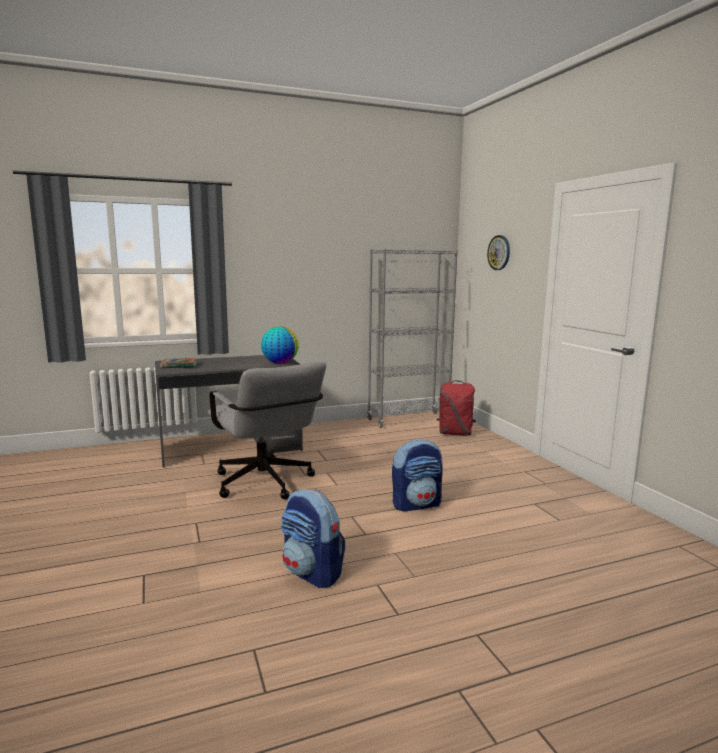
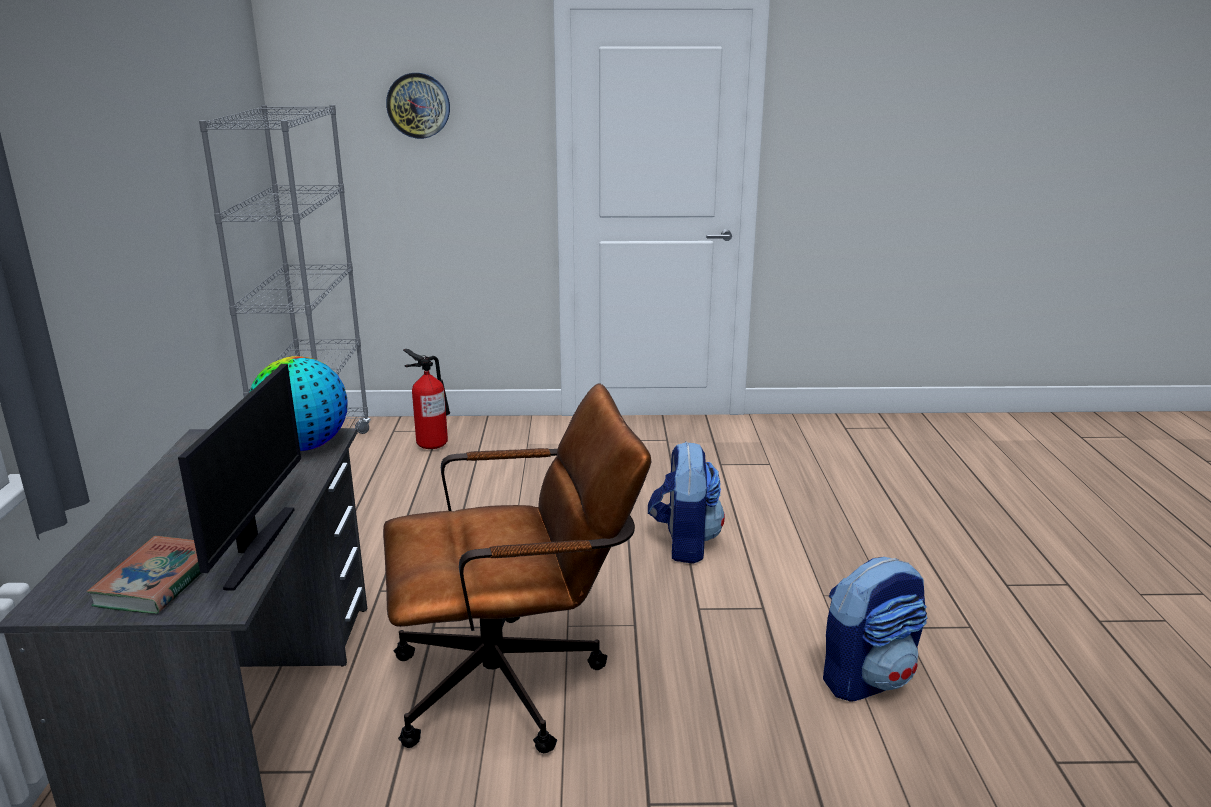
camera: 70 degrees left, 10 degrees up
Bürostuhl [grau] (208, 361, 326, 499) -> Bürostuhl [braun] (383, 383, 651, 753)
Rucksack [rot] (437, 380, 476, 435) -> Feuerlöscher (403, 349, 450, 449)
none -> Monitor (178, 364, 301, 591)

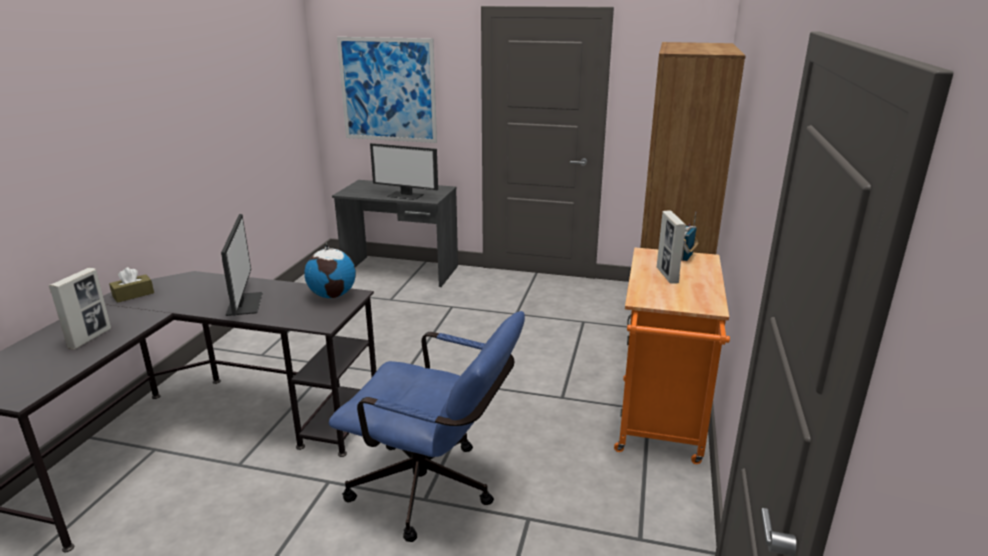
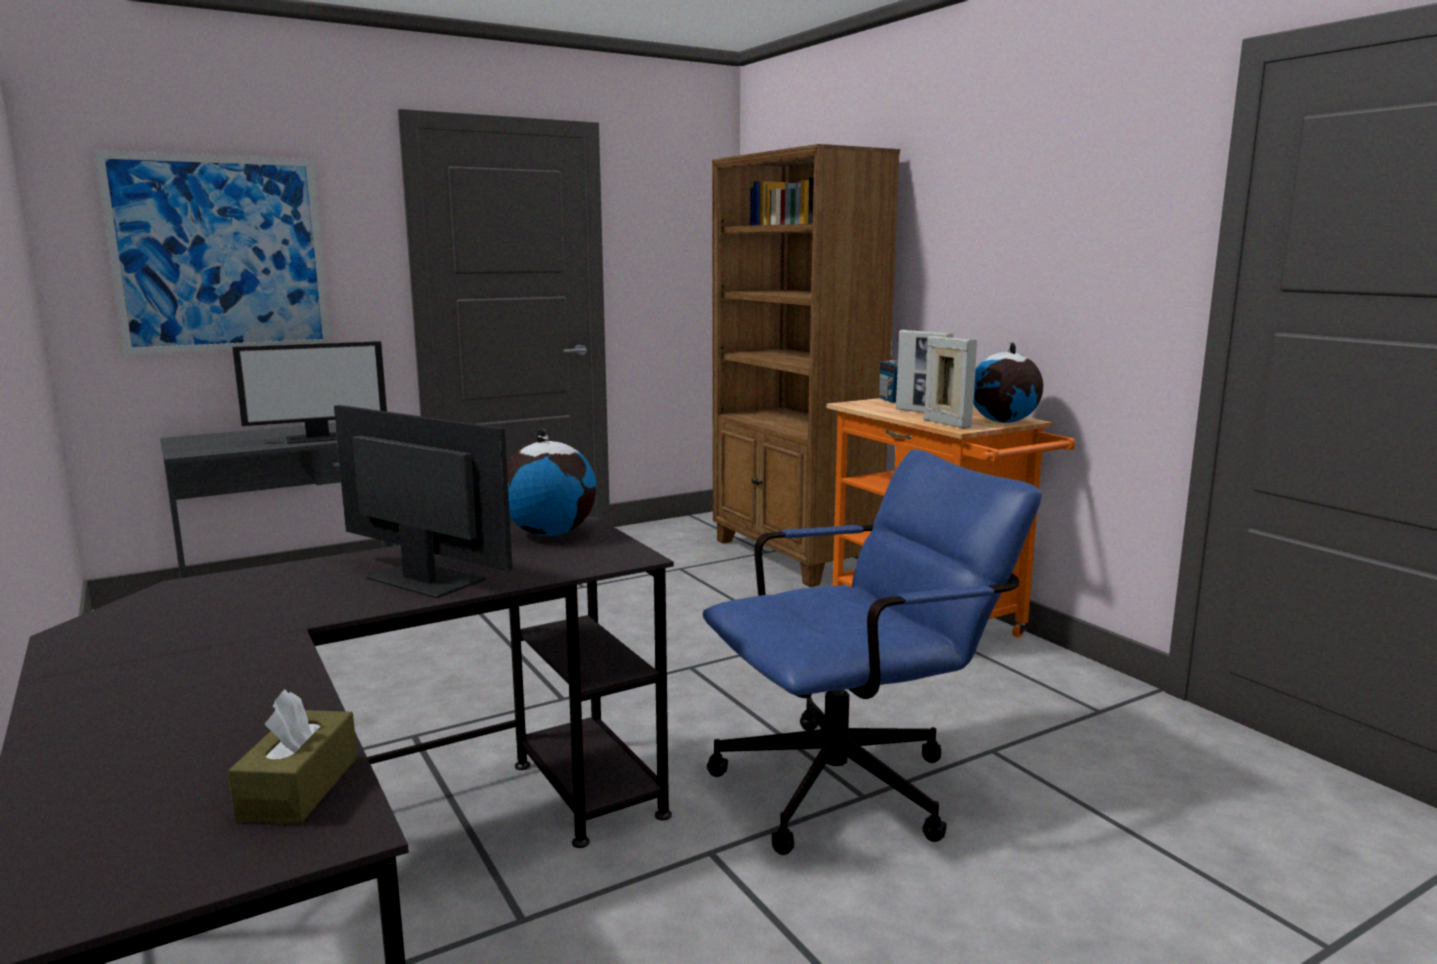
camera: 45 degrees left, 10 degrees down
Taschentuchbox [braun] (109, 267, 154, 303) -> Taschentuchbox [braun] (228, 689, 357, 824), move
Bilderrahmen (49, 268, 111, 349) -> Bilderrahmen (924, 336, 977, 429), move
none -> Globus (973, 342, 1043, 423)

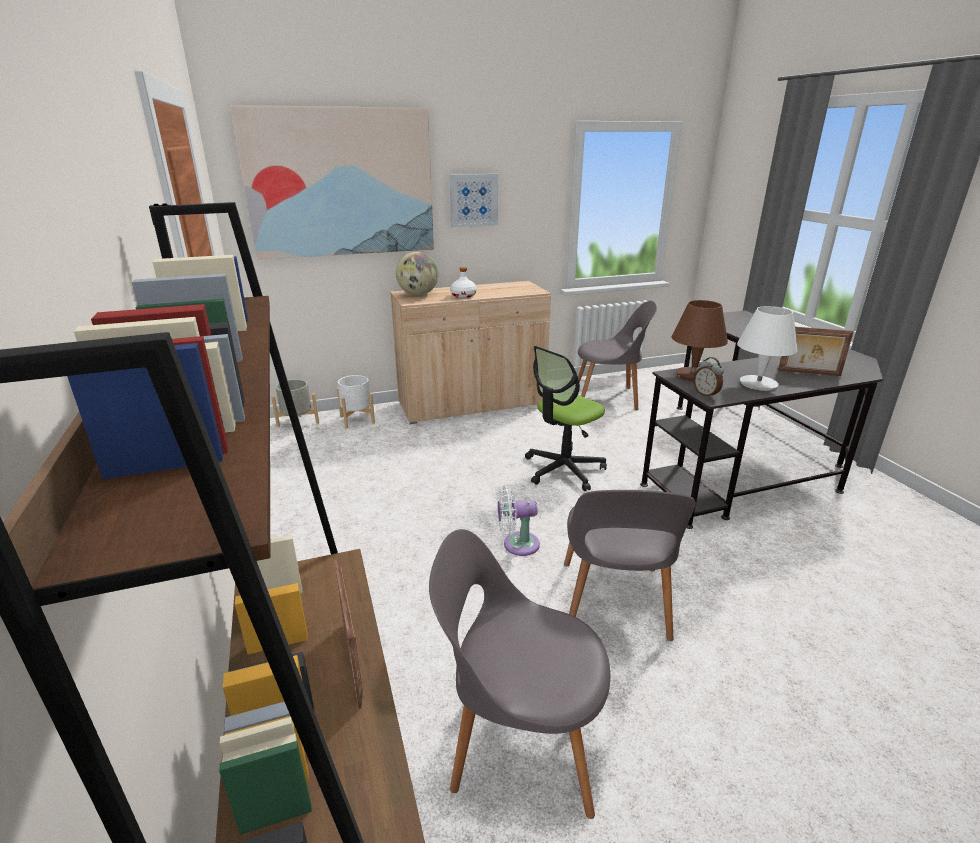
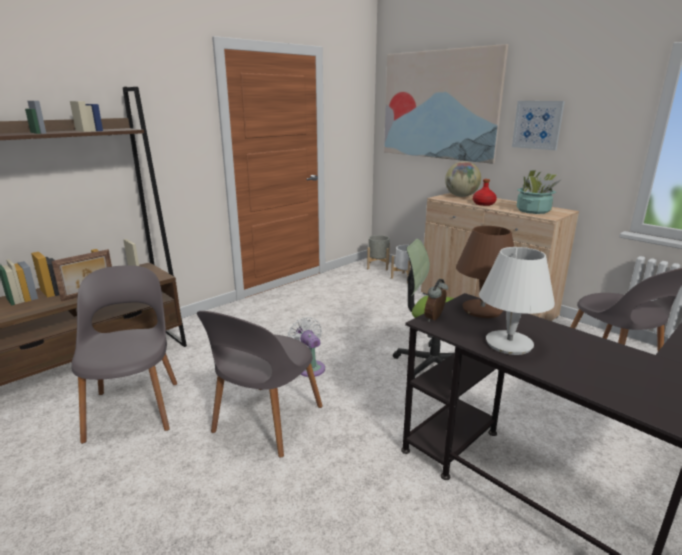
camera: 65 degrees right, 5 degrees down
Flasche [weiß] (450, 267, 477, 298) -> Flasche [rot] (473, 179, 497, 206)
Bilderrahmen (778, 327, 854, 376) -> none
Stuhl [grau] (564, 490, 696, 641) -> Stuhl [grau] (197, 311, 323, 458), 45 degrees counterclockwise
none -> Topfpflanze (517, 170, 562, 214)

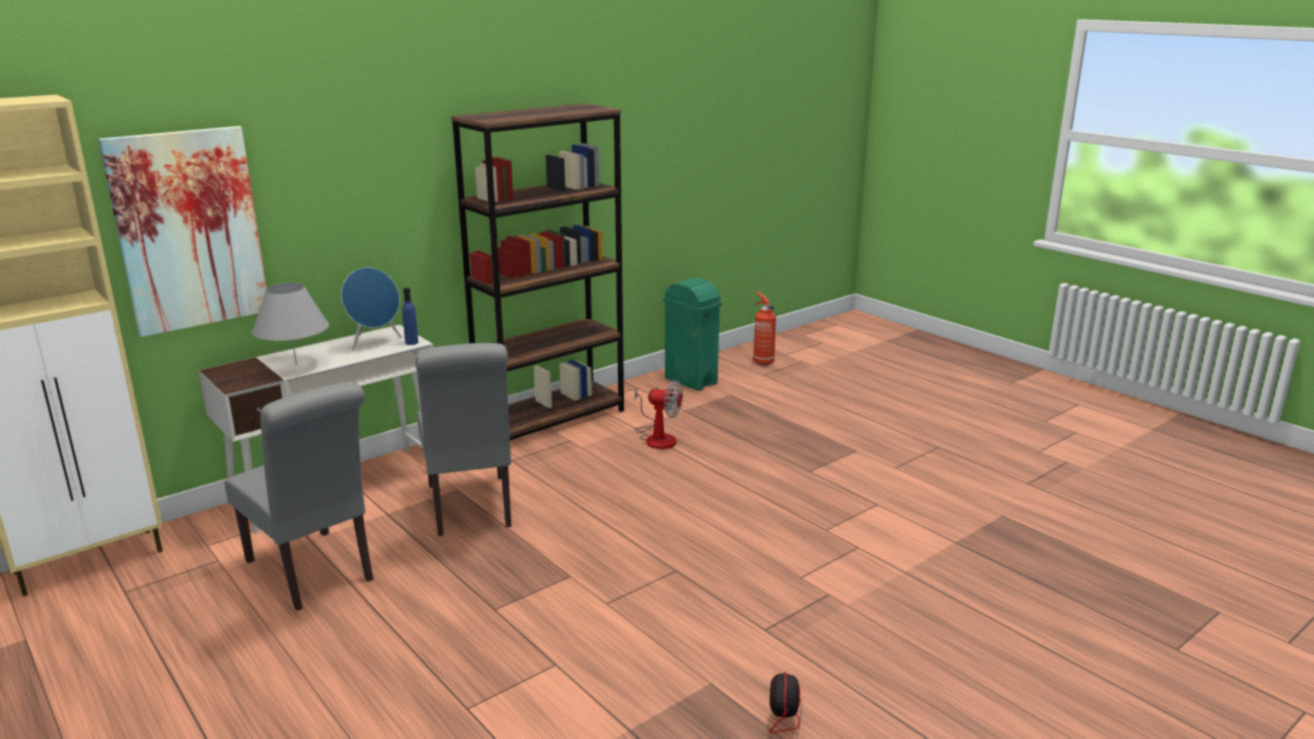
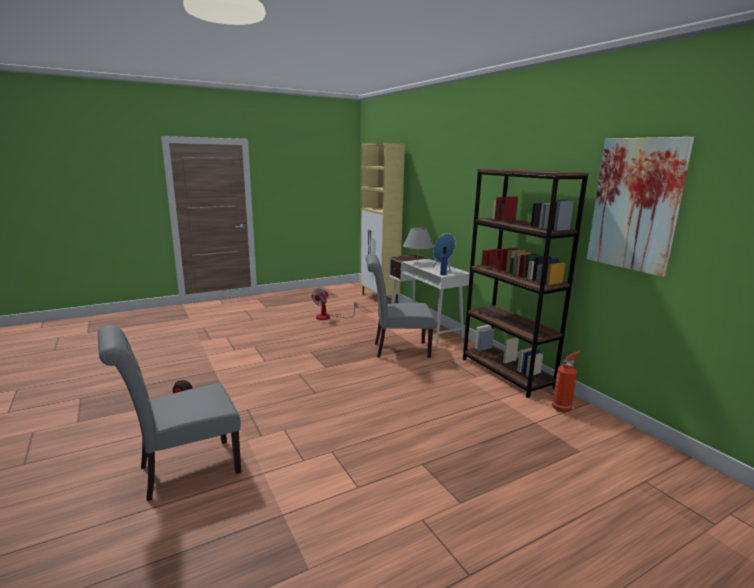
camera: 100 degrees right, 5 degrees down
Bild (98, 126, 267, 337) -> Bild (587, 137, 694, 277), move
Mülleimer [grün] (663, 278, 722, 391) -> none
Feuerlöscher (753, 291, 776, 365) -> Feuerlöscher (552, 351, 581, 412), move
Ventilator (634, 380, 683, 449) -> Ventilator (312, 288, 357, 320), move
Stuhl [grau] (224, 382, 374, 611) -> Stuhl [grau] (98, 325, 241, 501), move

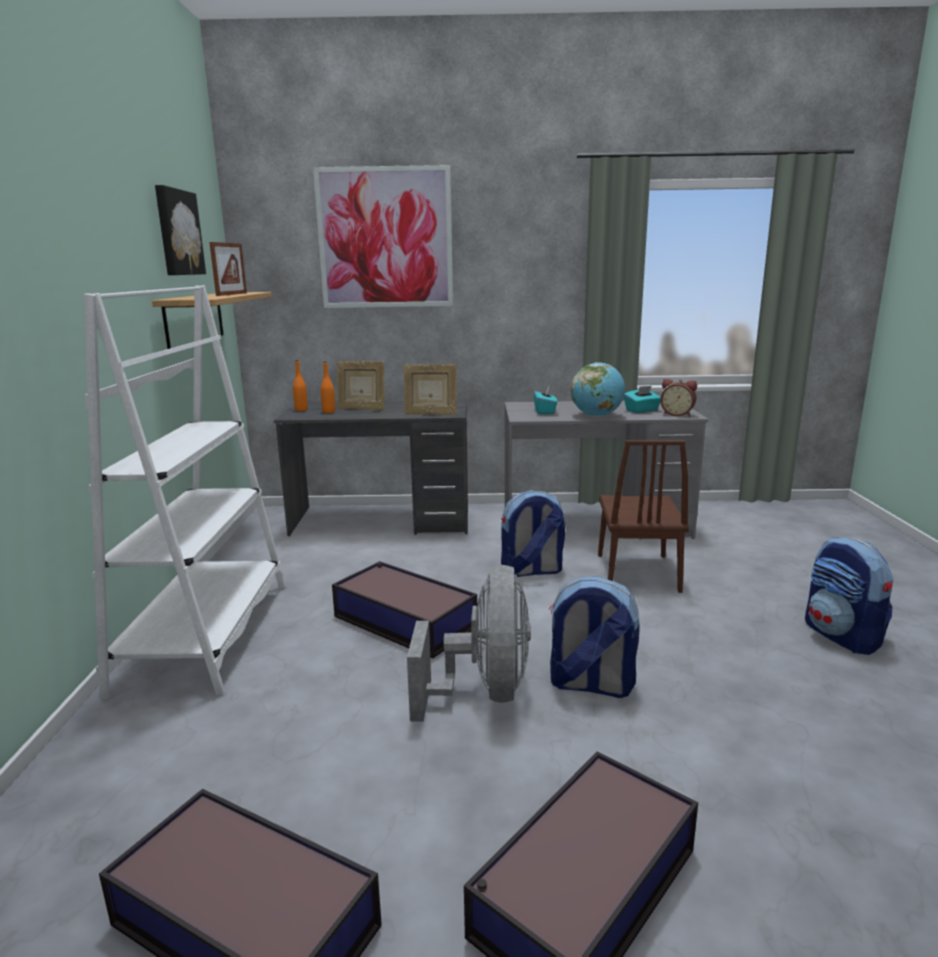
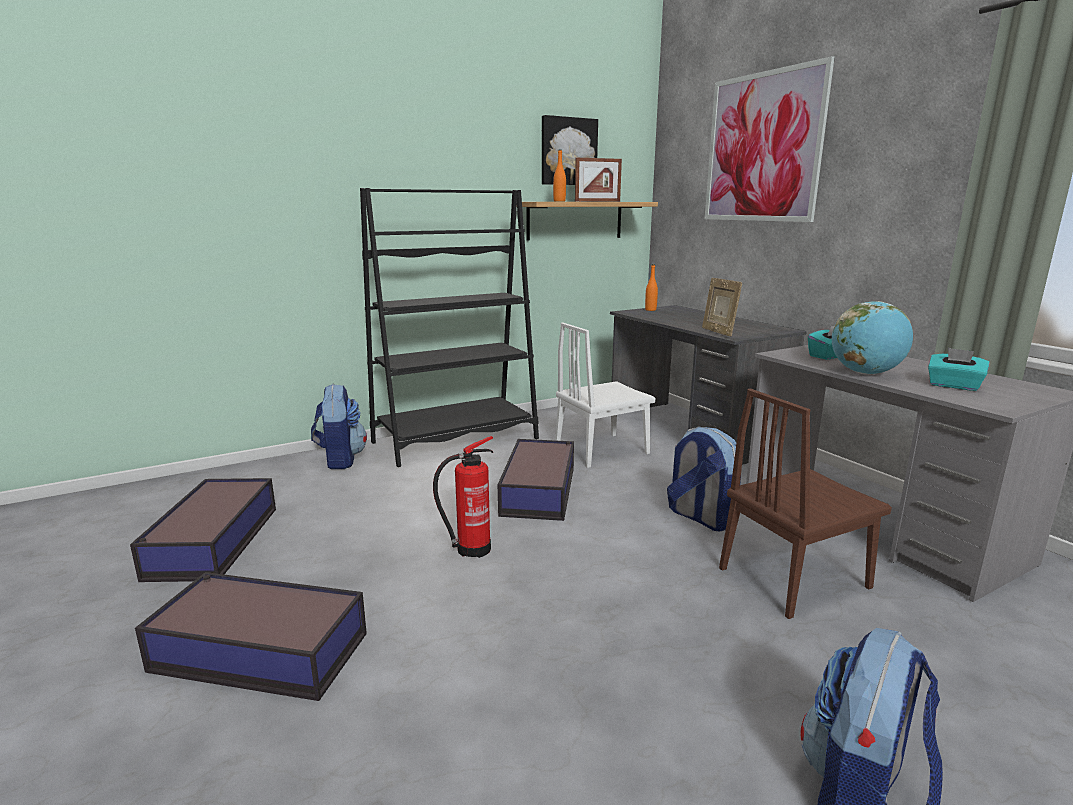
camera: 60 degrees right, 0 degrees up
Bücherregal [weiß] (84, 285, 286, 700) -> Bücherregal [schwarz] (360, 188, 539, 467)
Flasche [orange] (321, 361, 335, 413) -> Flasche [orange] (553, 150, 566, 202), move
Bilderrahmen (337, 361, 385, 410) -> none
Wecker (660, 379, 697, 416) -> none
Ventilator [grau] (407, 565, 531, 722) -> Feuerlöscher (433, 436, 493, 558)
Rucksack (549, 577, 640, 698) -> Rucksack (311, 384, 367, 469), move
none -> Stuhl [weiß] (555, 322, 655, 468)

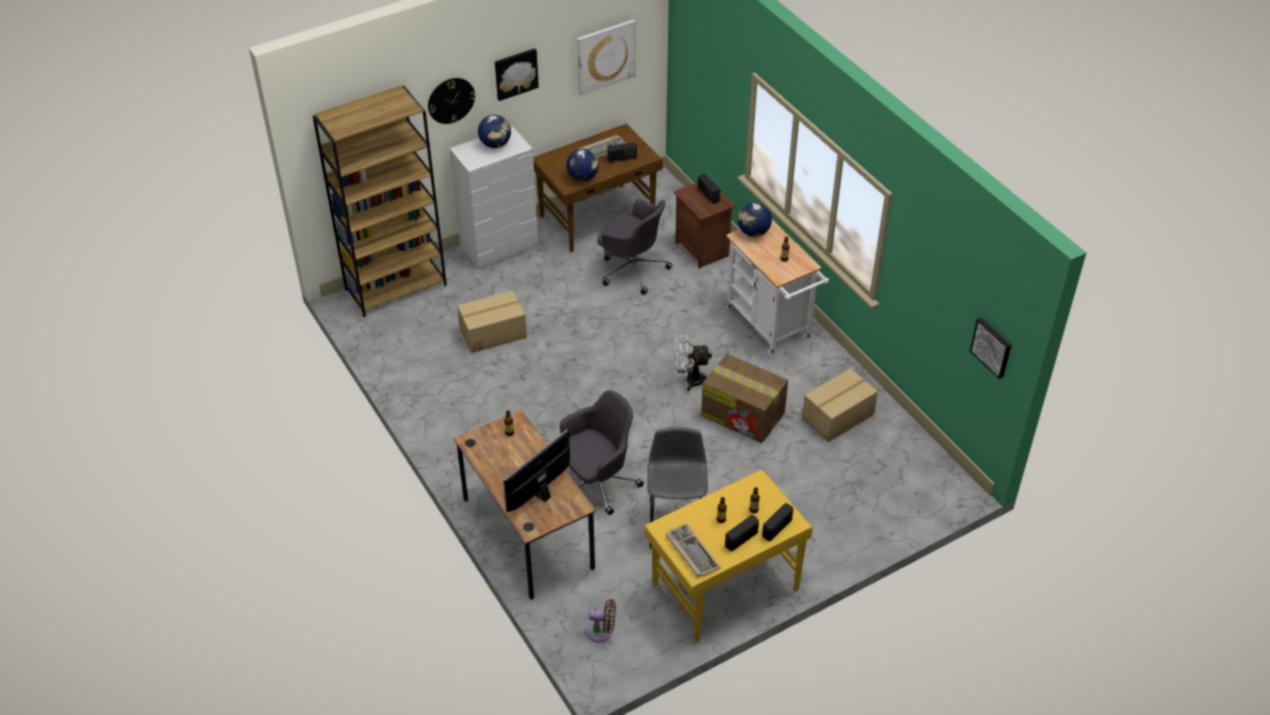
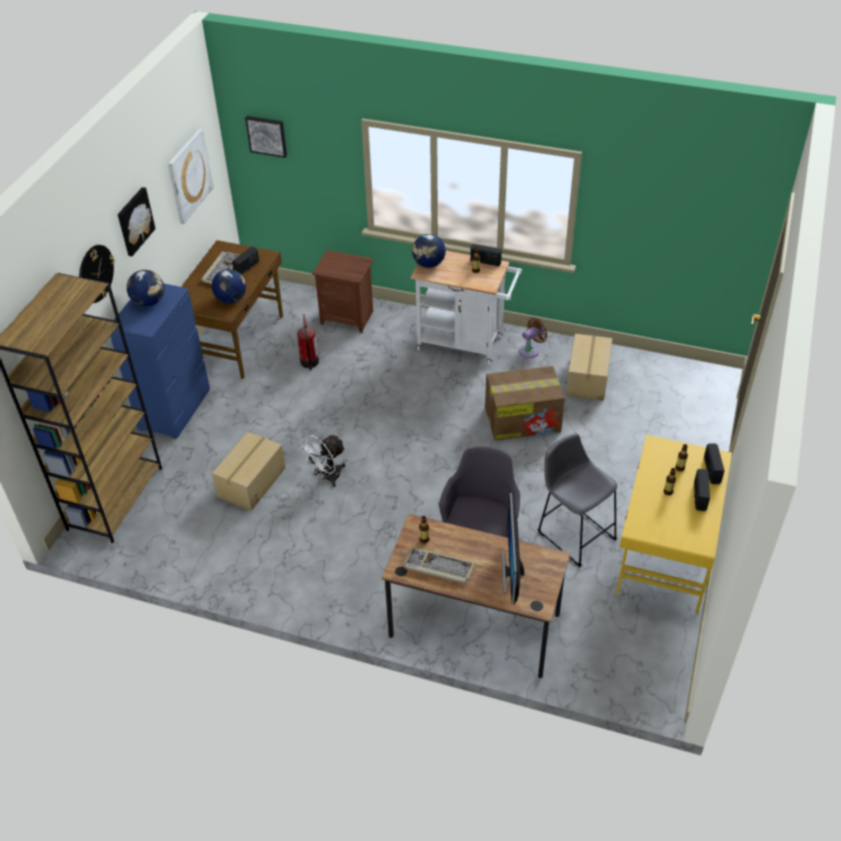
camera: 40 degrees left, 0 degrees up
Kommode [weiß] (449, 126, 539, 269) -> Kommode [blau] (110, 284, 210, 439)
Radio (698, 174, 720, 204) -> Radio (470, 244, 502, 267), move
Bürostuhl [grau] (597, 199, 673, 295) -> Feuerlöscher (297, 314, 319, 370)
Bild (970, 317, 1011, 379) -> Bild (245, 116, 287, 158), move
Ventilator [weiß] (675, 335, 712, 391) -> Ventilator [weiß] (299, 435, 346, 487), move
Tastatur (666, 523, 721, 577) -> Tastatur (404, 547, 475, 584), move
Ventilator [braun] (587, 599, 616, 643) -> Ventilator [braun] (519, 317, 547, 358), move

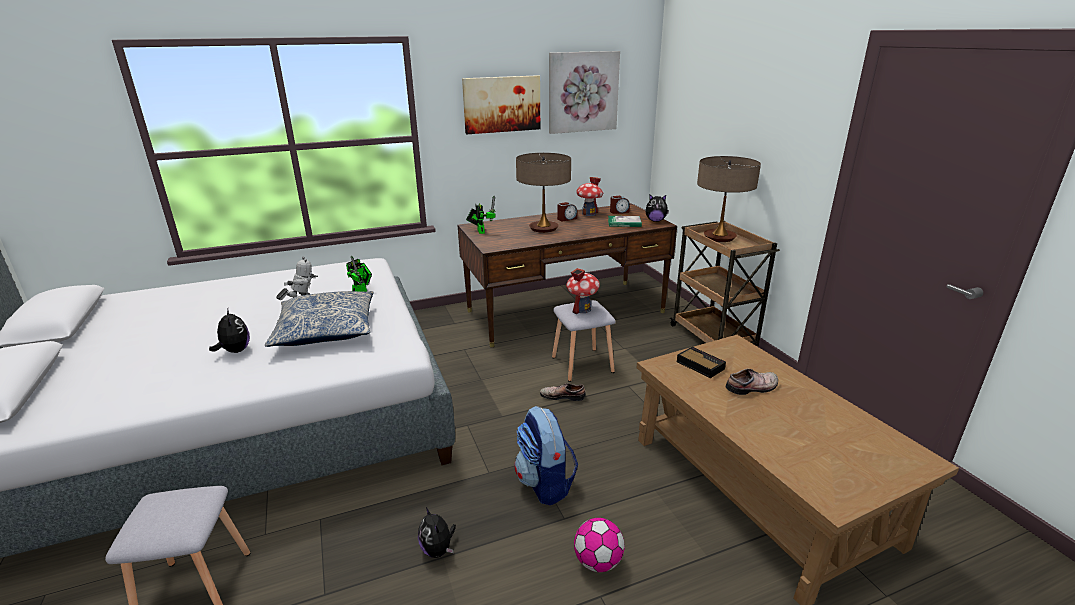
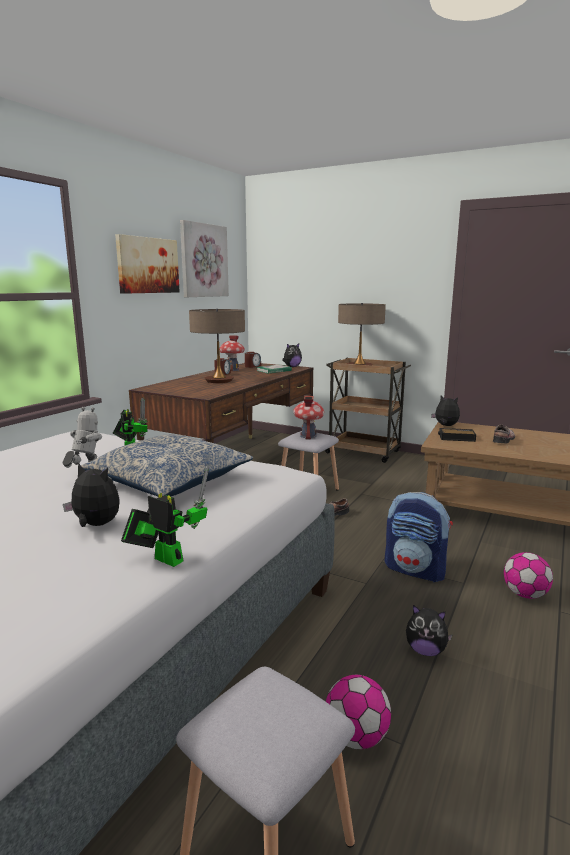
camera: 40 degrees left, 10 degrees down
Spielzeugroboter (466, 196, 496, 234) -> Spielzeugroboter (121, 465, 209, 567), move
none -> Plüschtier (431, 395, 460, 426)
none -> Fußball (326, 675, 391, 749)

